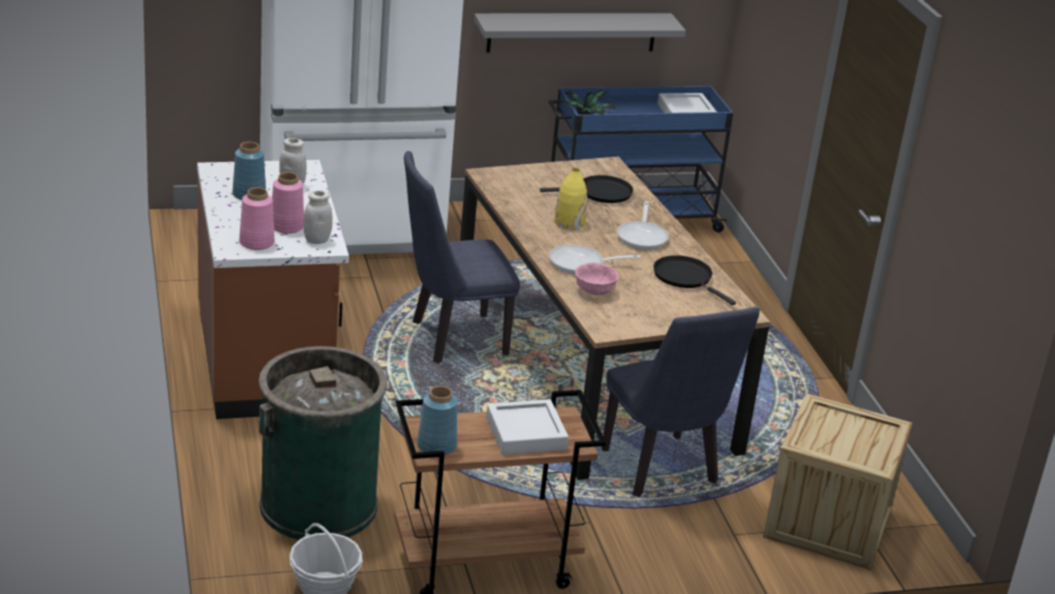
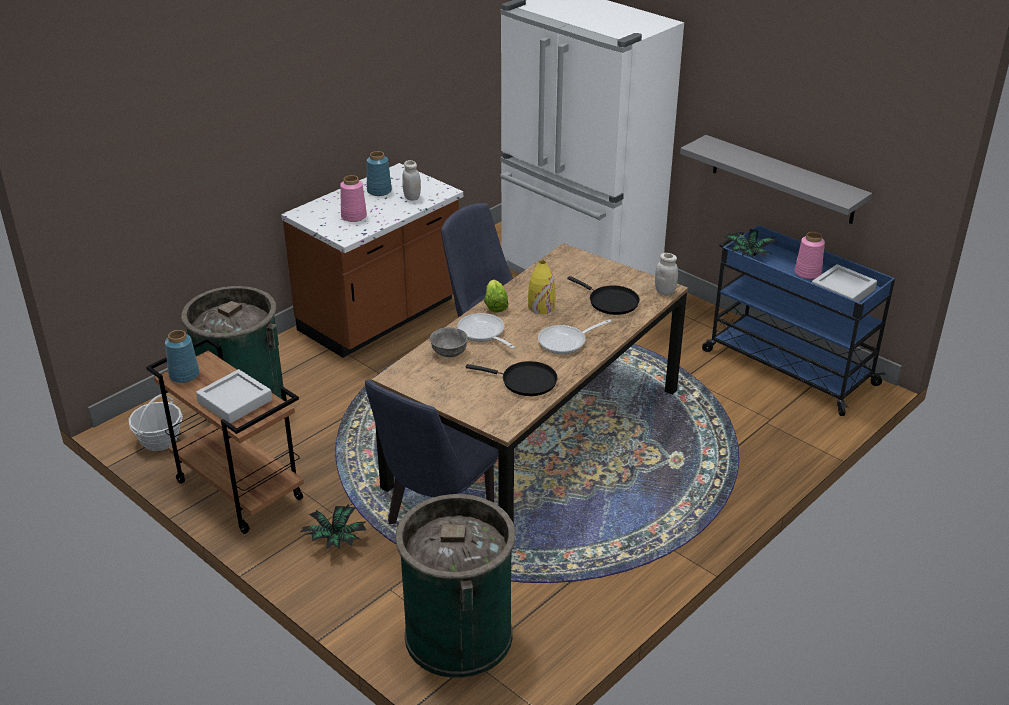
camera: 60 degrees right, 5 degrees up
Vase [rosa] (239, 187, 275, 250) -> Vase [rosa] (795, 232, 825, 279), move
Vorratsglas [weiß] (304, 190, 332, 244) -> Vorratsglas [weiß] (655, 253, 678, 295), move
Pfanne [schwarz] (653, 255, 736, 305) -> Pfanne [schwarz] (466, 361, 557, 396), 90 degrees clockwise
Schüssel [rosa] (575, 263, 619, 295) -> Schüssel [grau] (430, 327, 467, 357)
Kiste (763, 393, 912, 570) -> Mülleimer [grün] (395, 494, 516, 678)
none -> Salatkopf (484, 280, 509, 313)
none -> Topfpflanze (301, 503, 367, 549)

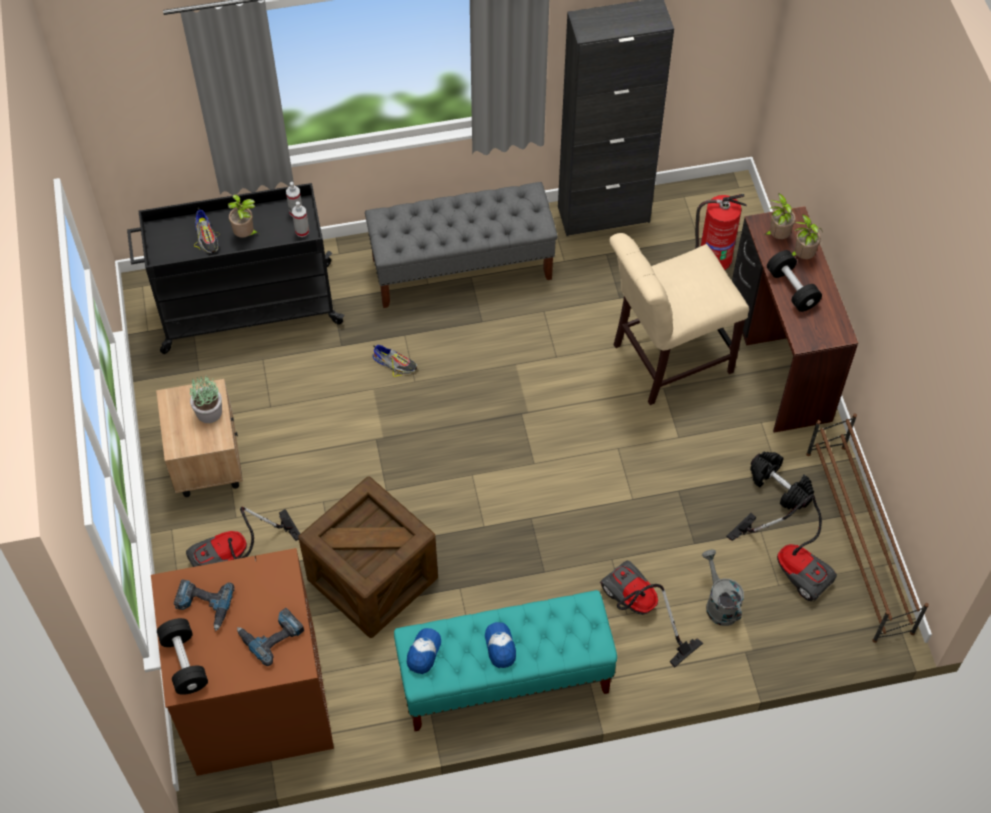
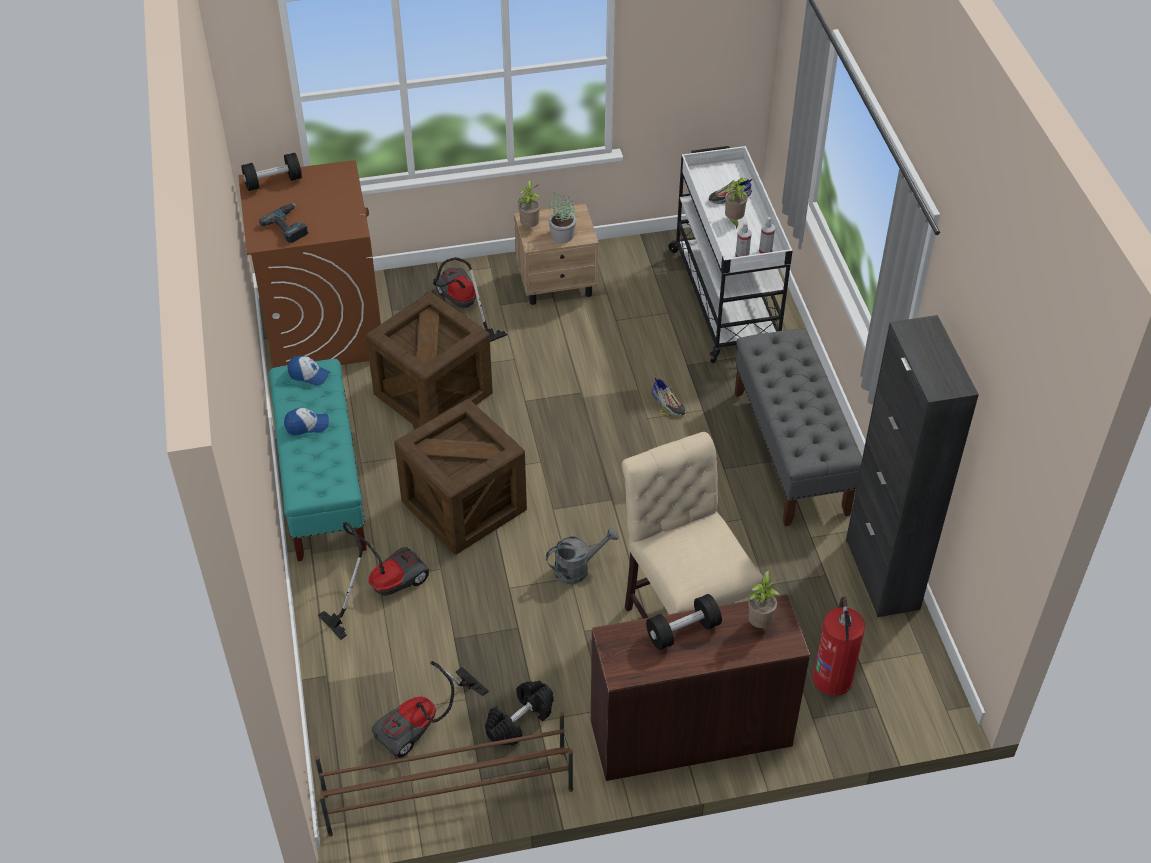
camera: 90 degrees right, 10 degrees down
Rollwagen [schwarz] (127, 183, 344, 354) -> Rollwagen [weiß] (668, 146, 792, 363)
Topfpflanze (792, 214, 822, 259) -> Topfpflanze (518, 180, 540, 227), move
Schuh (372, 345, 417, 377) -> Schuh (651, 378, 686, 416), 60 degrees counterclockwise
Gießkanne [grau] (702, 549, 744, 626) -> Gießkanne [grau] (546, 527, 619, 584), move
Bohrmaschine (174, 579, 234, 631) -> none
none -> Kiste (394, 399, 527, 555)

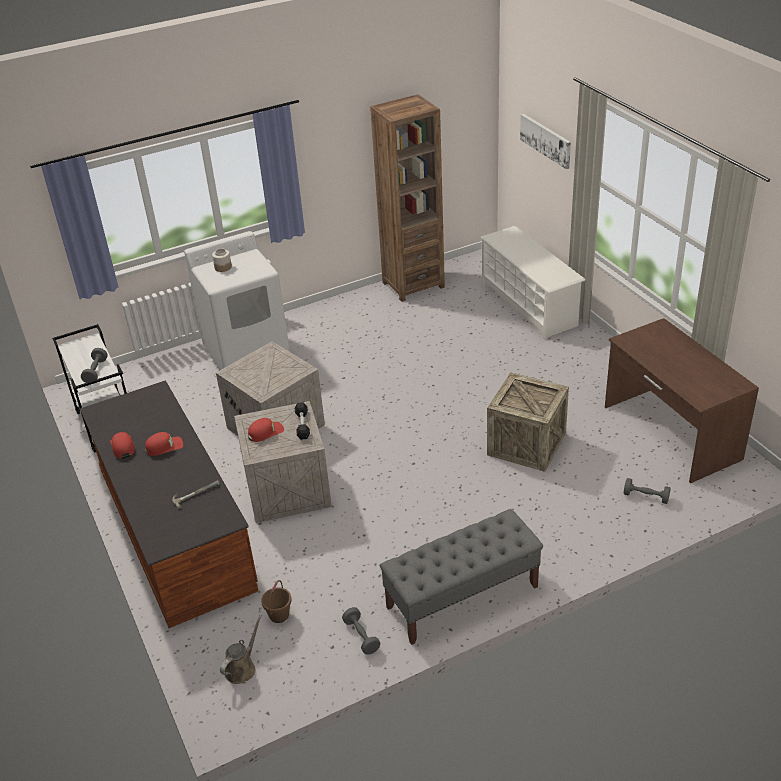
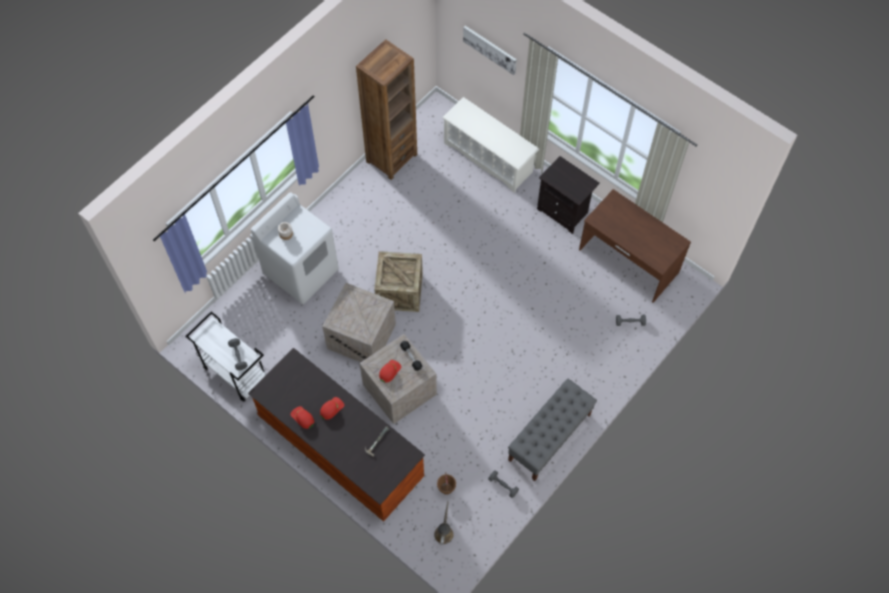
camera: 25 degrees left, 25 degrees up
Kiste (487, 372, 569, 472) -> Kiste (374, 251, 423, 312), move
none -> Nachttisch [schwarz] (537, 156, 600, 234)

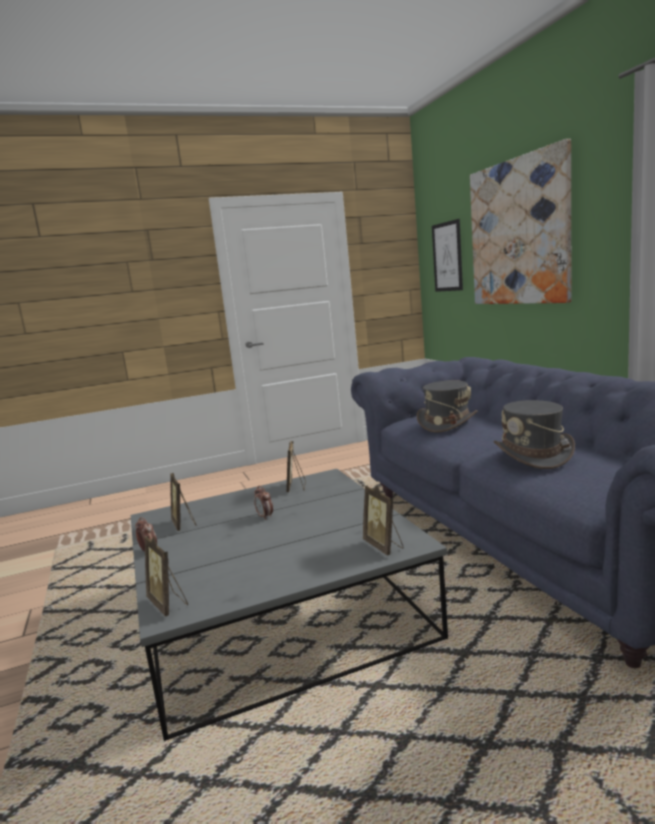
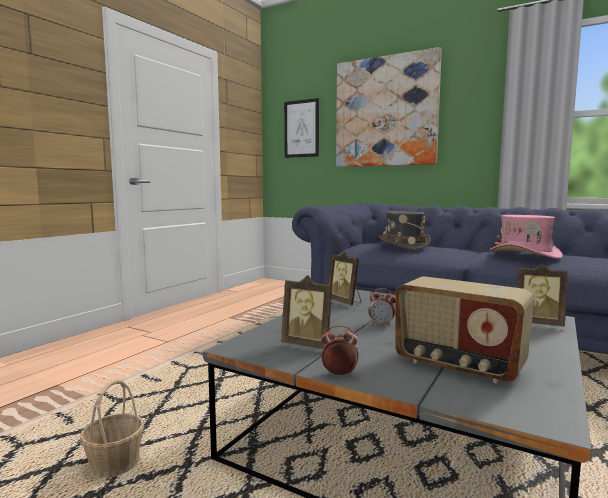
camera: 40 degrees left, 5 degrees down
Hut [grau] (494, 400, 575, 469) -> Hut [rosa] (490, 215, 563, 259)
Bilderrahmen (145, 536, 188, 617) -> none
none -> Radio (395, 276, 534, 384)
none -> Korb (80, 379, 144, 478)

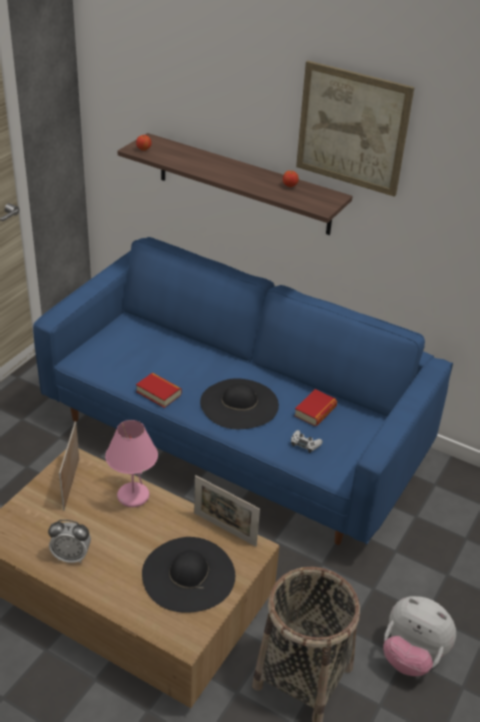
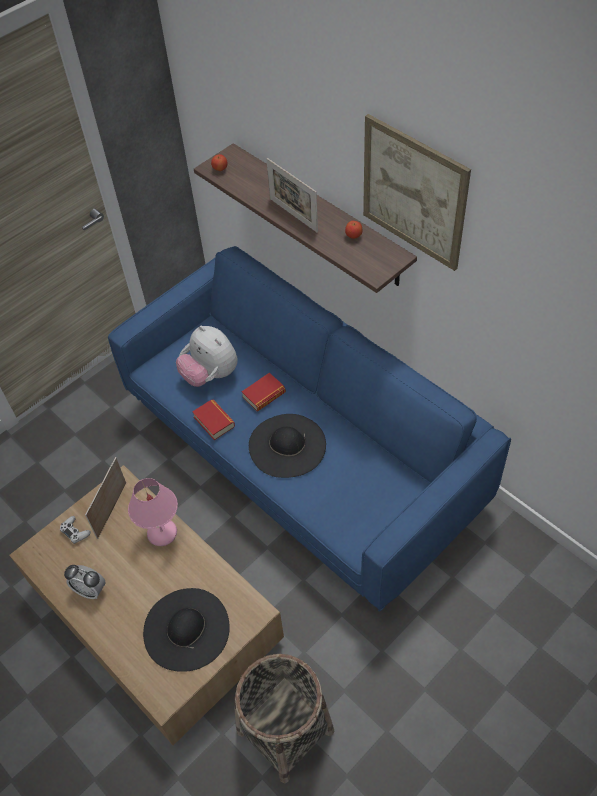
camera: 20 degrees right, 15 degrees up
Buch (294, 389, 337, 426) -> Buch (242, 373, 286, 411), move
Gamepad [weiß] (291, 430, 323, 453) -> Gamepad [weiß] (60, 516, 91, 544), move
Bilderrahmen (194, 475, 260, 547) -> Bilderrahmen (266, 158, 318, 233), move
Plüschtier (383, 596, 456, 676) -> Plüschtier (176, 326, 238, 387), move

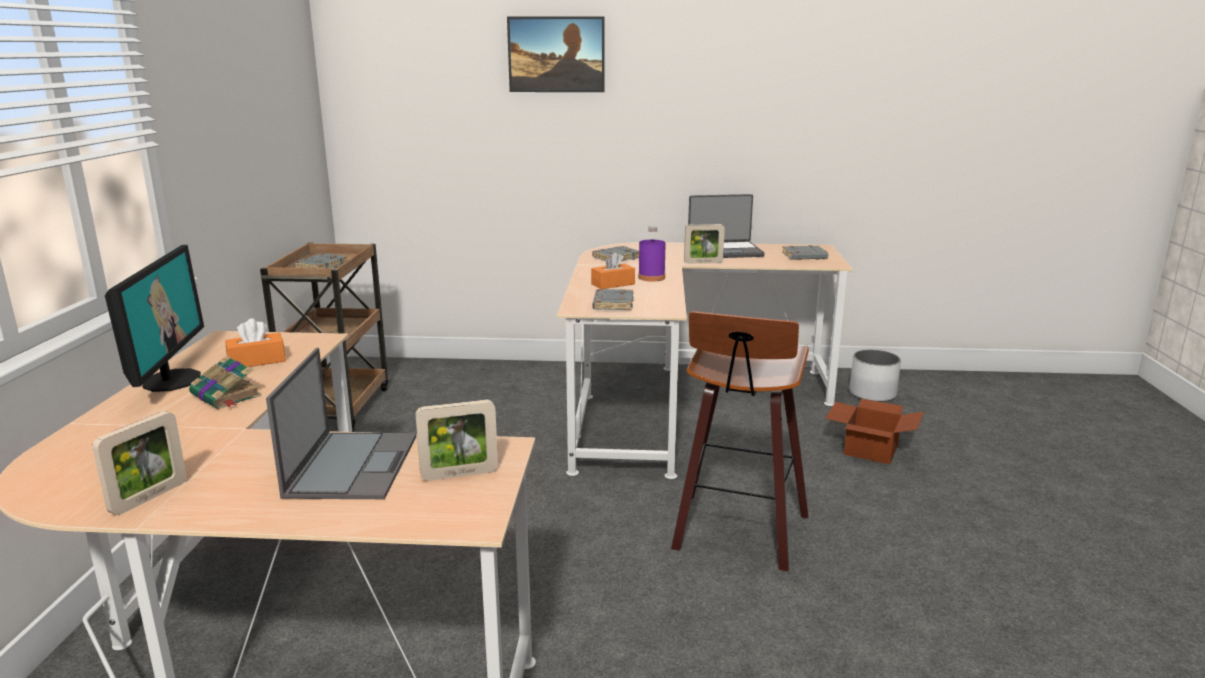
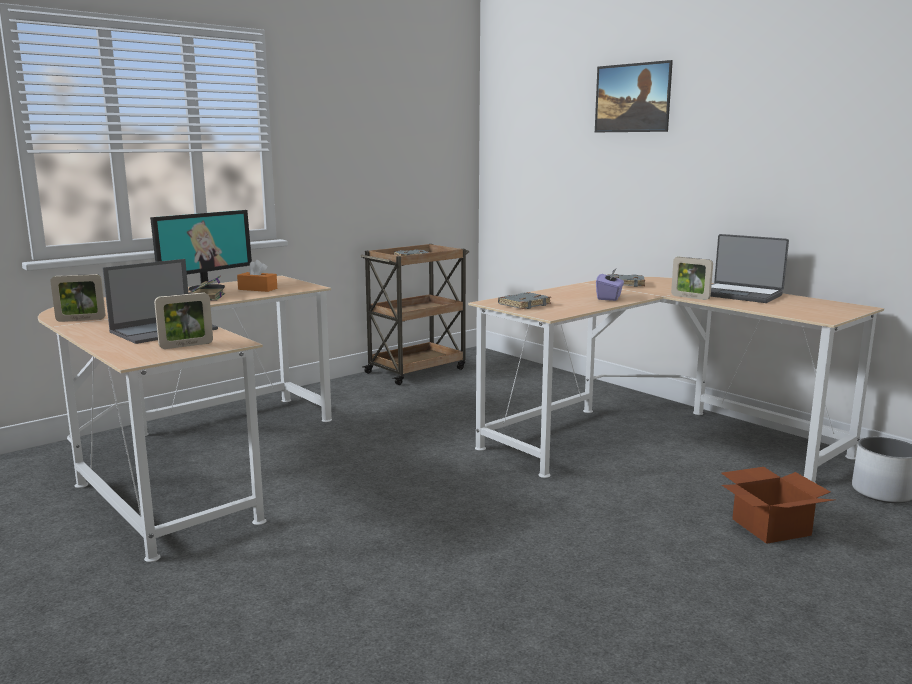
camera: 45 degrees right, 5 degrees down
Flasche [lila] (638, 226, 666, 282) -> Taschentuchbox [lila] (596, 268, 624, 301)
Buch [grau] (782, 245, 828, 260) -> none
Taschentuchbox [orange] (591, 252, 635, 289) -> none
Hocker (671, 311, 809, 571) -> none
Bilderrahmen (415, 399, 498, 481) -> Bilderrahmen (154, 292, 213, 349), 60 degrees counterclockwise

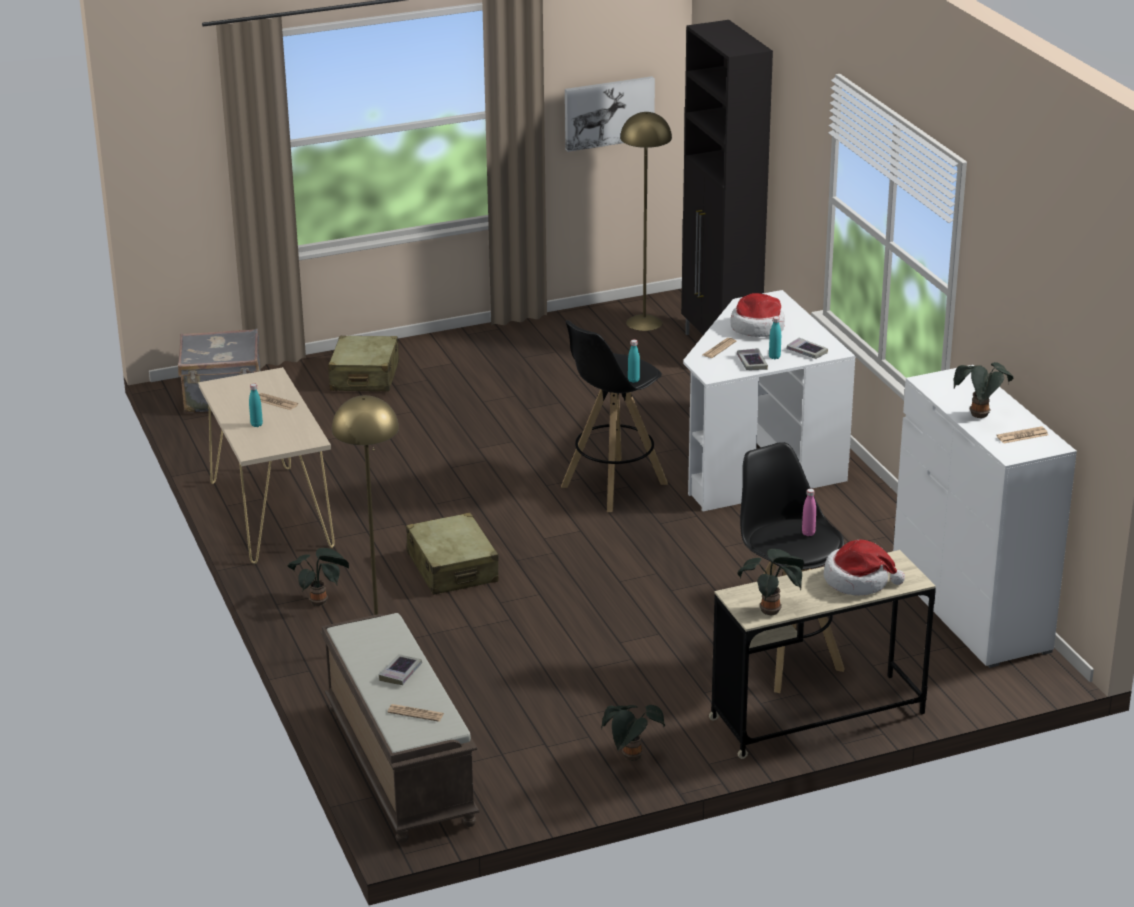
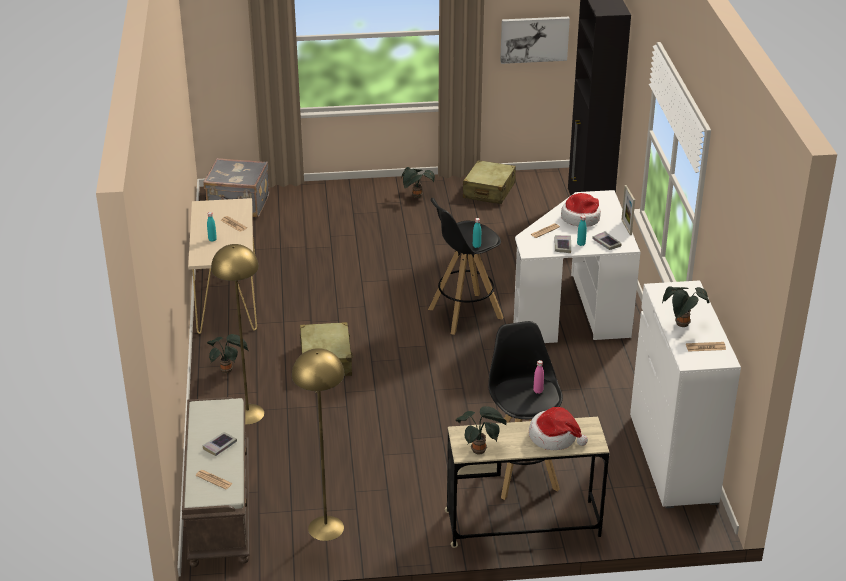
camera: 15 degrees right, 5 degrees up
Stehlampe [gelb] (620, 112, 672, 331) -> Stehlampe [gelb] (292, 348, 344, 541), move
Koffer [beige] (328, 336, 399, 392) -> Koffer [beige] (463, 160, 516, 204), move
Topfpflanze (601, 705, 665, 761) -> Topfpflanze (401, 167, 435, 198), move
none -> Bilderrahmen (621, 185, 635, 235)

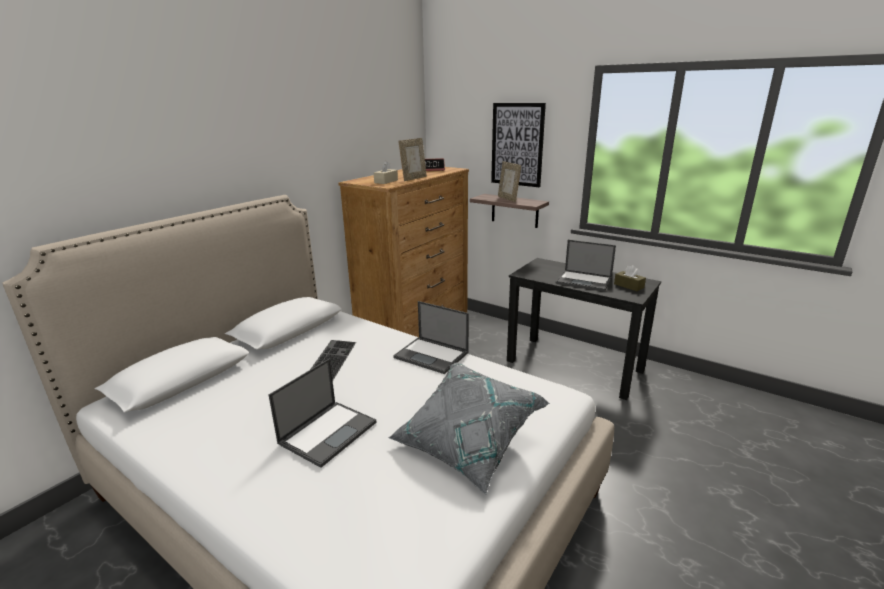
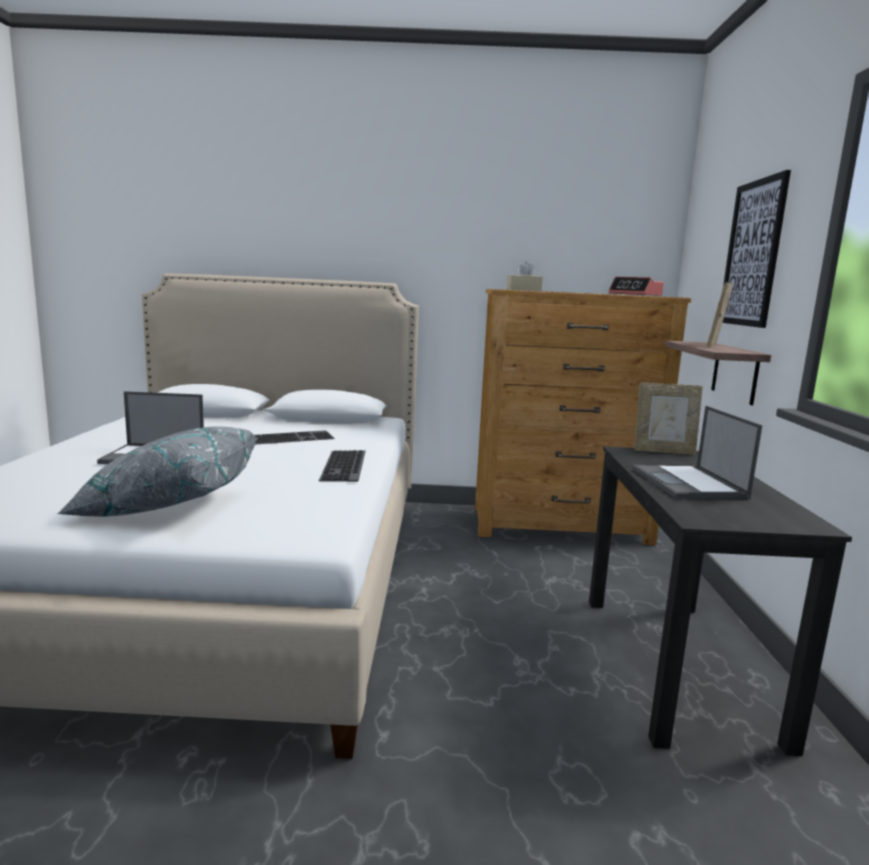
camera: 55 degrees right, 10 degrees down
Bilderrahmen (398, 138, 427, 181) -> Bilderrahmen (634, 382, 703, 455), move
Taschentuchbox [braun] (614, 265, 646, 291) -> none
Laptop (393, 301, 469, 374) -> Tastatur (319, 450, 366, 482)

